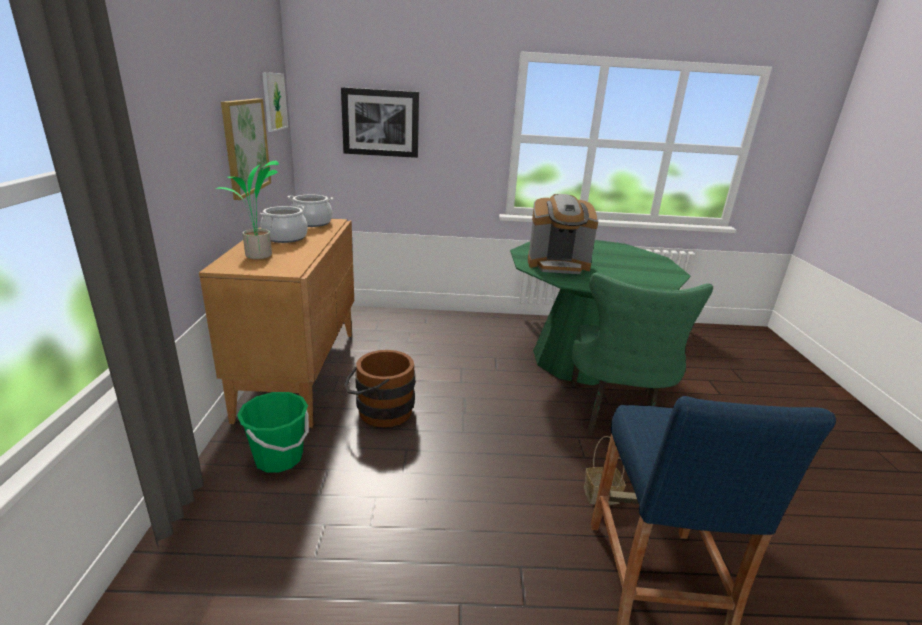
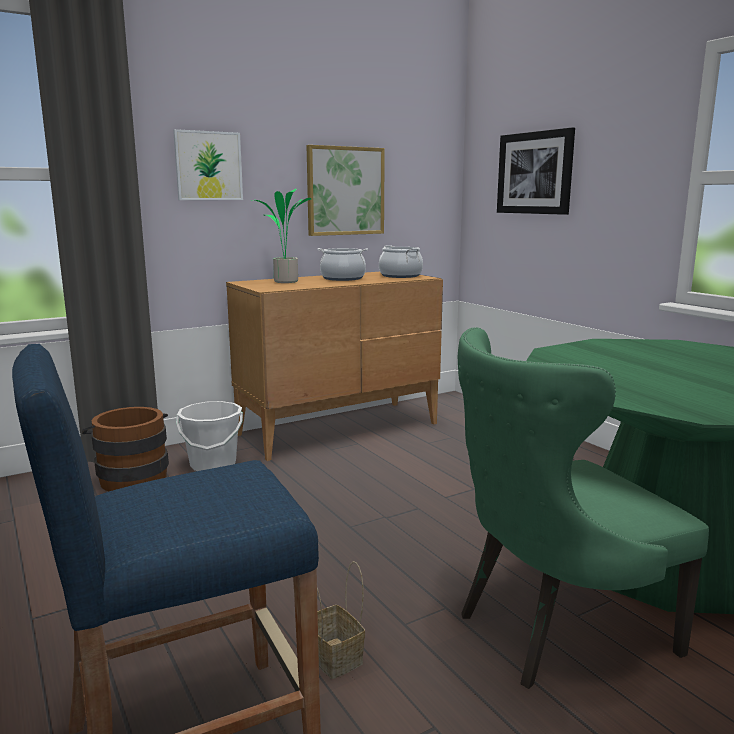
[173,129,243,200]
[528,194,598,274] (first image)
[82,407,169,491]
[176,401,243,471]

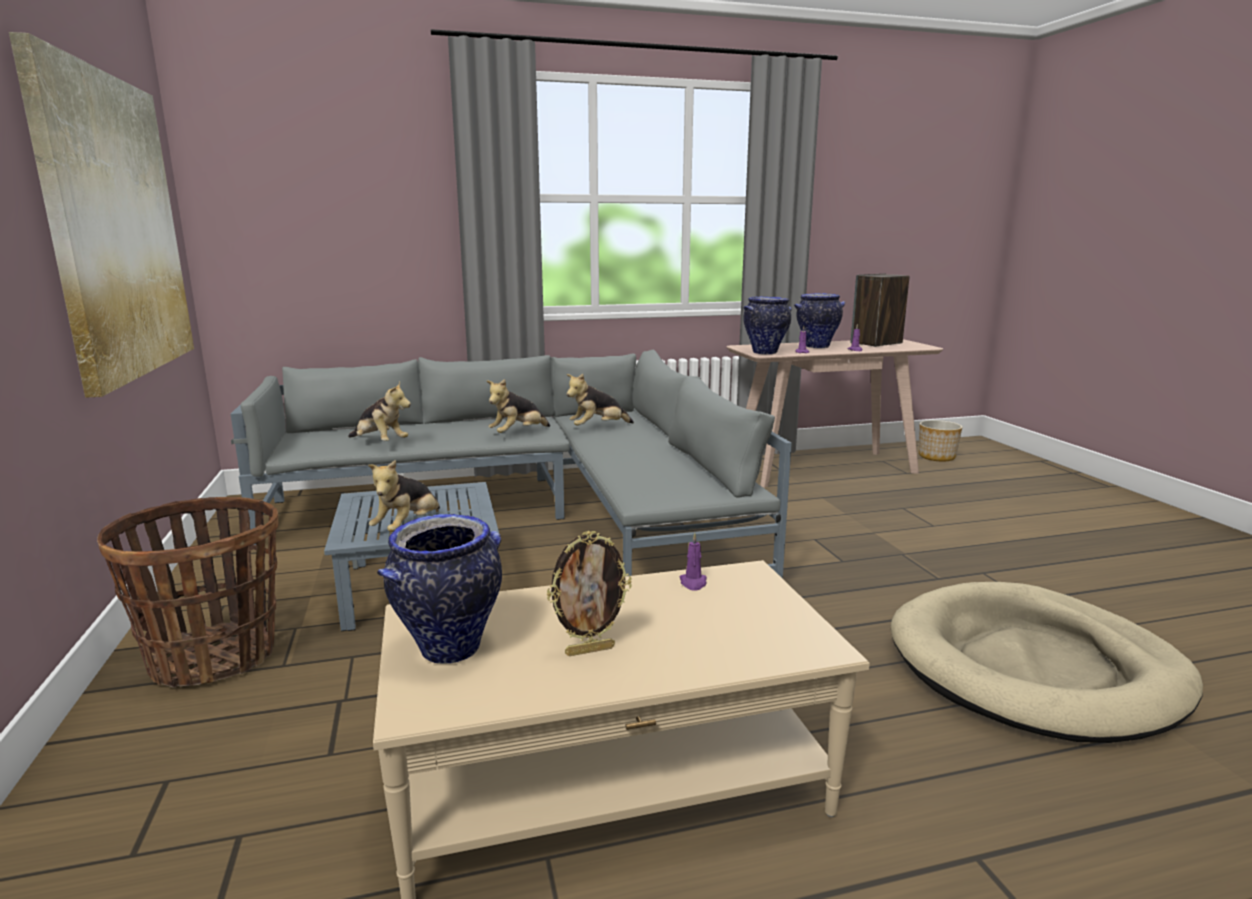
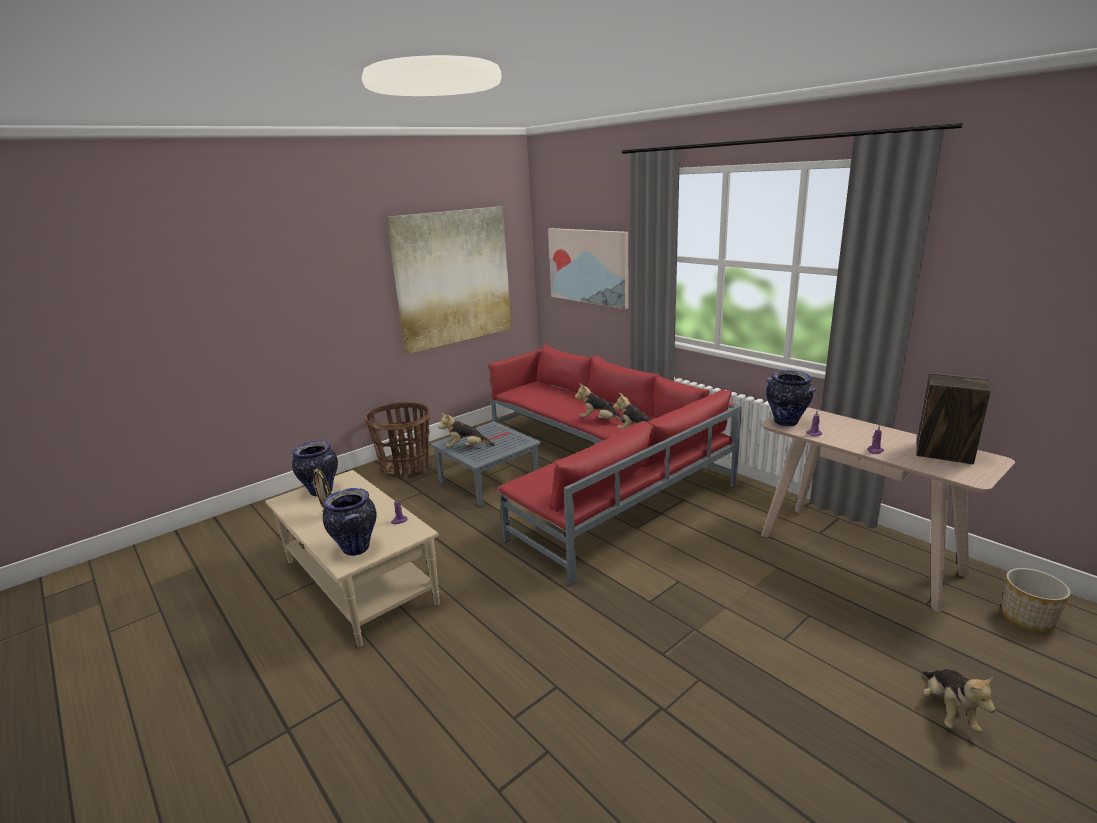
[323,488,377,556]
[431,345,742,586]
[922,669,995,733]
[891,582,1203,743] (first image)
[548,228,628,309]

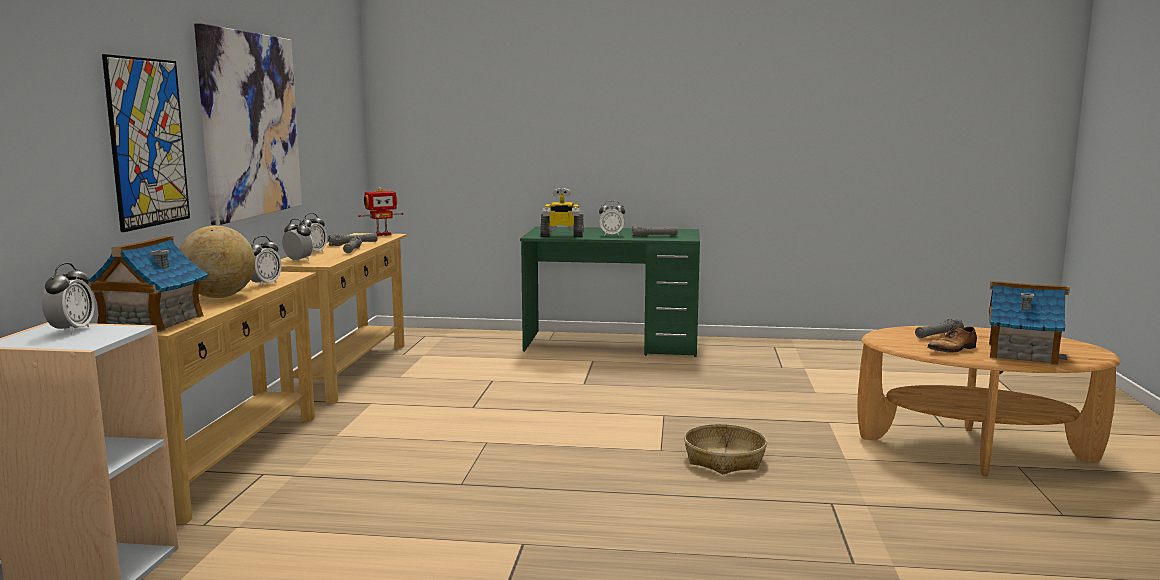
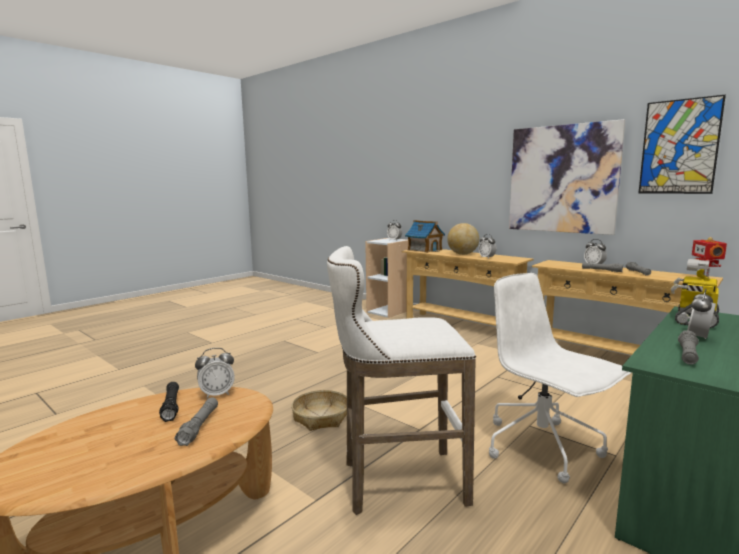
[639,95,726,194]
[195,348,235,399]
[989,281,1070,365] (first image)
[159,382,179,422]
[327,246,476,515]
[489,273,631,483]

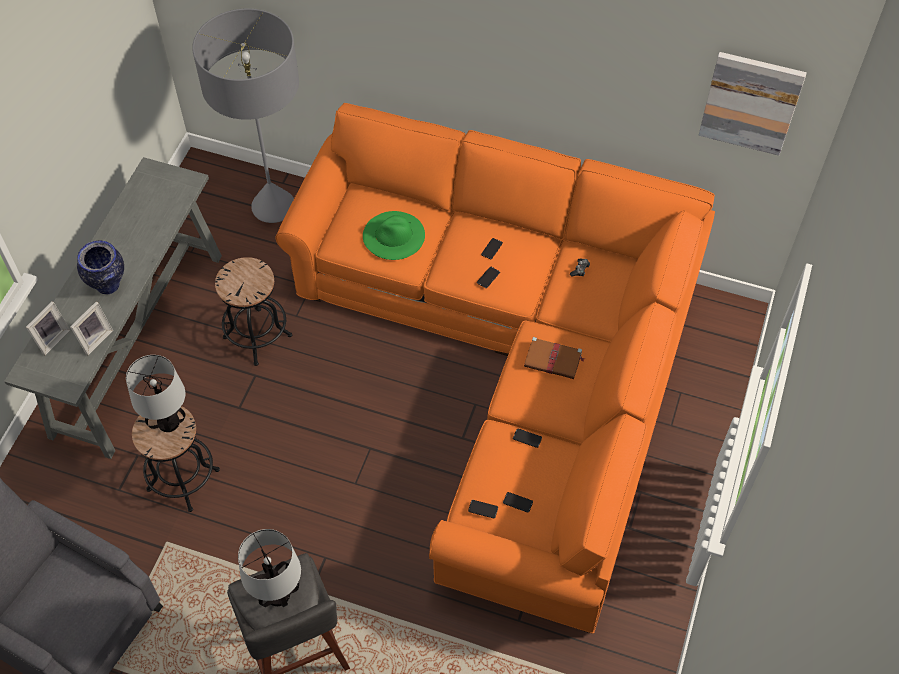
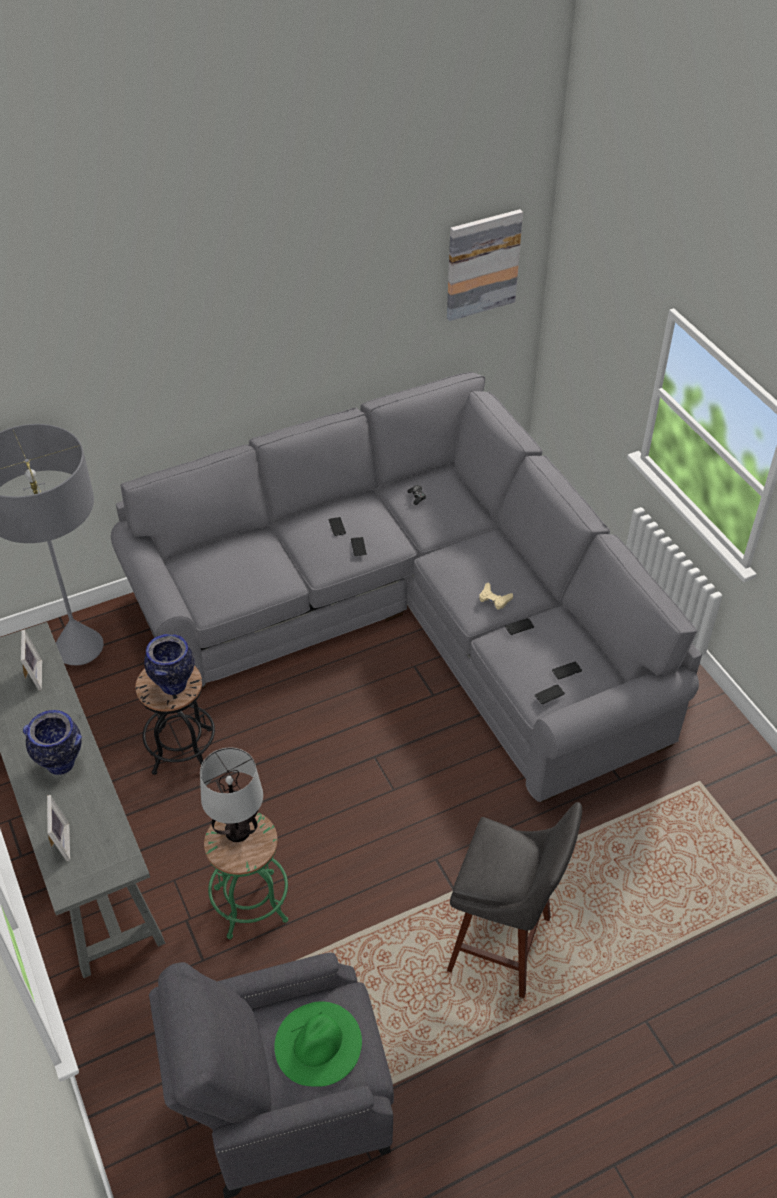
[111,372,702,803]
[274,1001,362,1087]
[21,630,42,690]
[524,337,585,379] (first image)
[204,813,288,939]
[238,529,301,607] (first image)
[479,582,513,610]
[144,634,195,695]

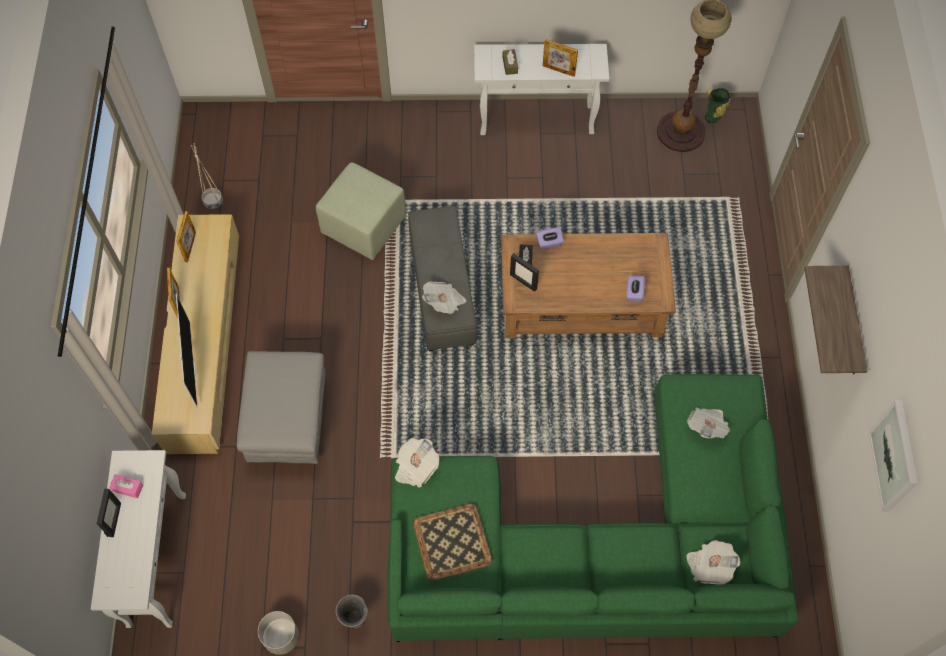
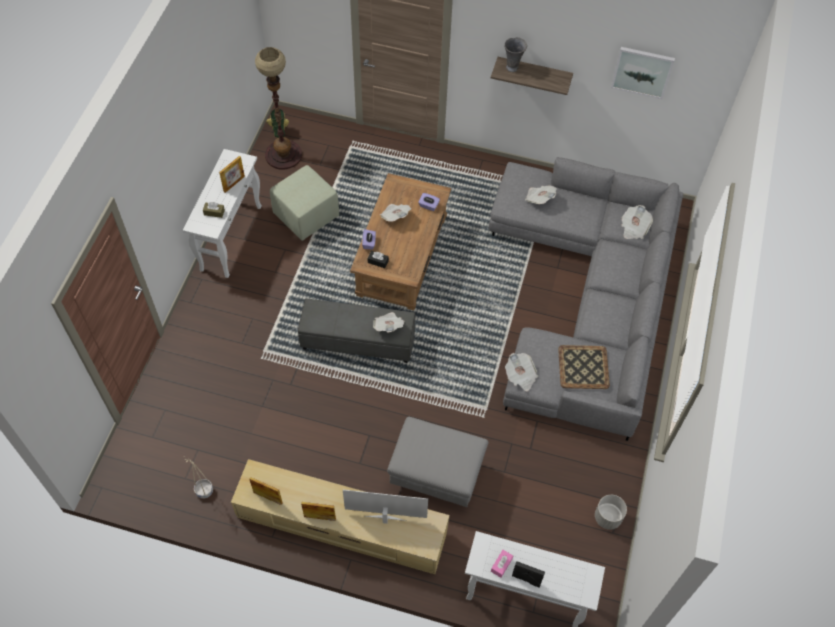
[270,165,339,241]
[510,253,539,292] (first image)
[489,157,683,441]
[504,37,527,72]
[380,204,411,222]

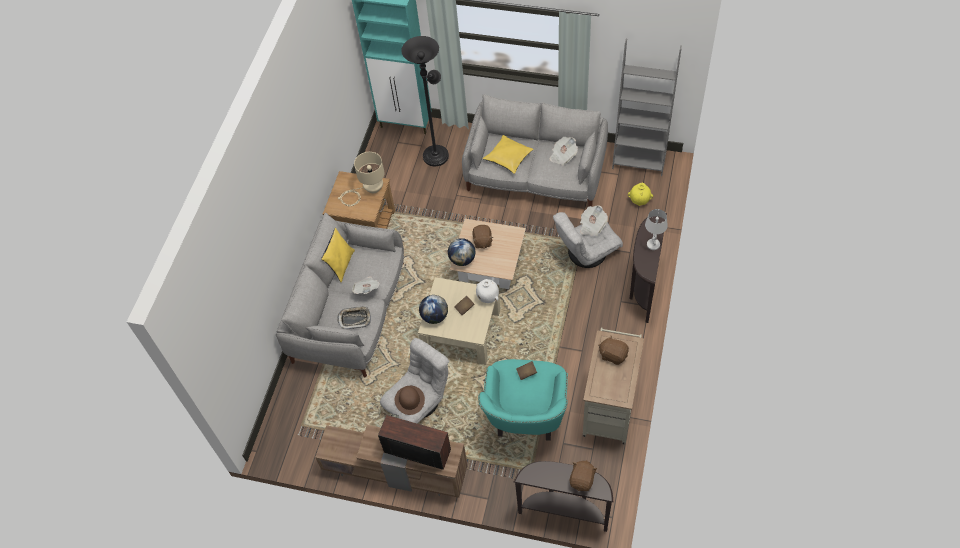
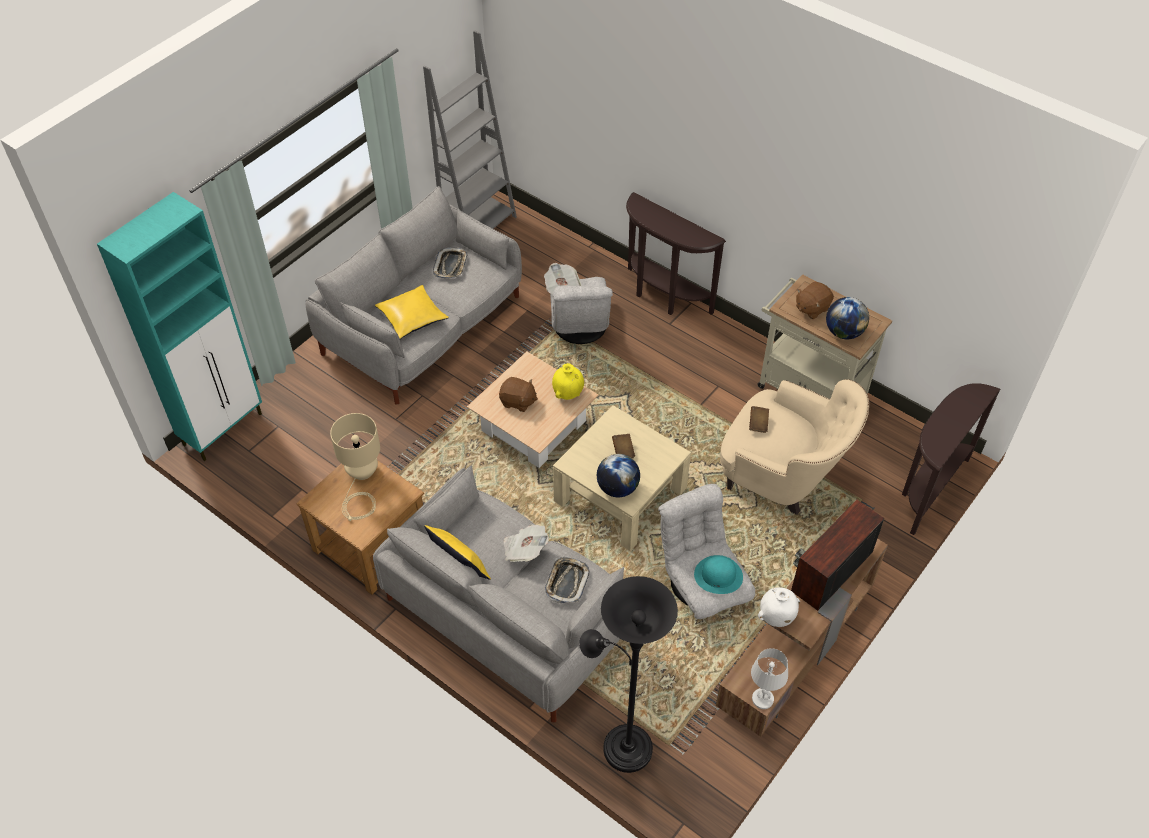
[579,576,678,773]
[433,247,468,279]
[552,363,584,400]
[751,648,788,709]
[826,297,869,339]
[758,587,800,627]
[720,379,869,515]
[694,555,743,594]
[570,460,597,491] (first image)

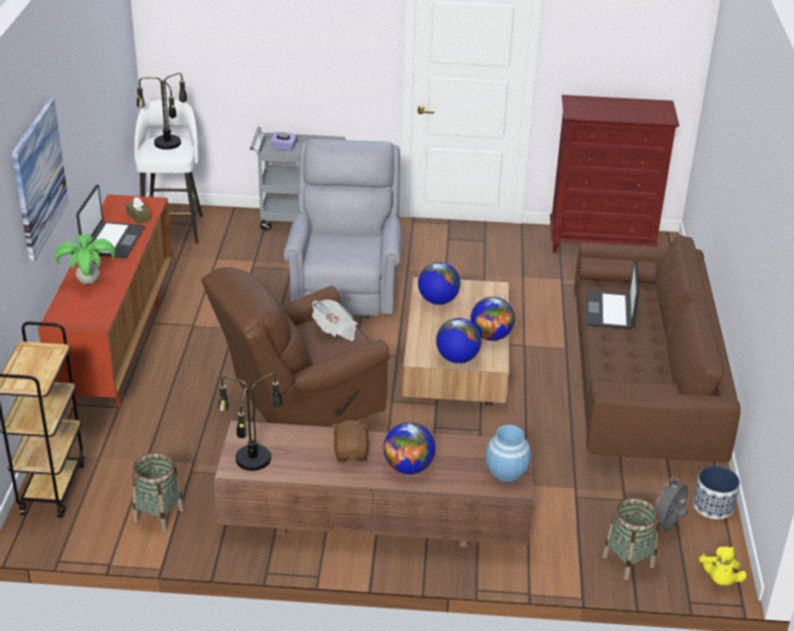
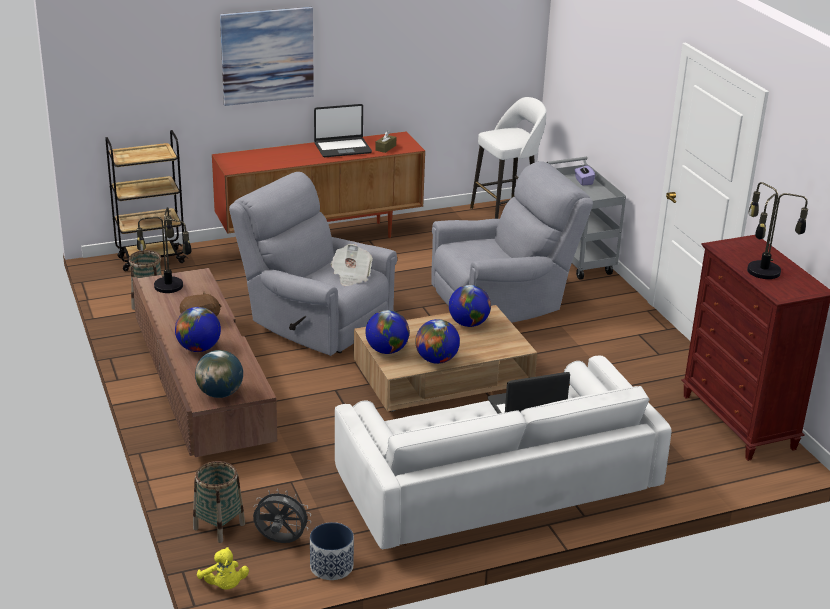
[747,182,808,279]
[55,234,115,284] (first image)
[335,356,671,550]
[229,172,397,356]
[195,350,243,398]
[197,547,249,590]

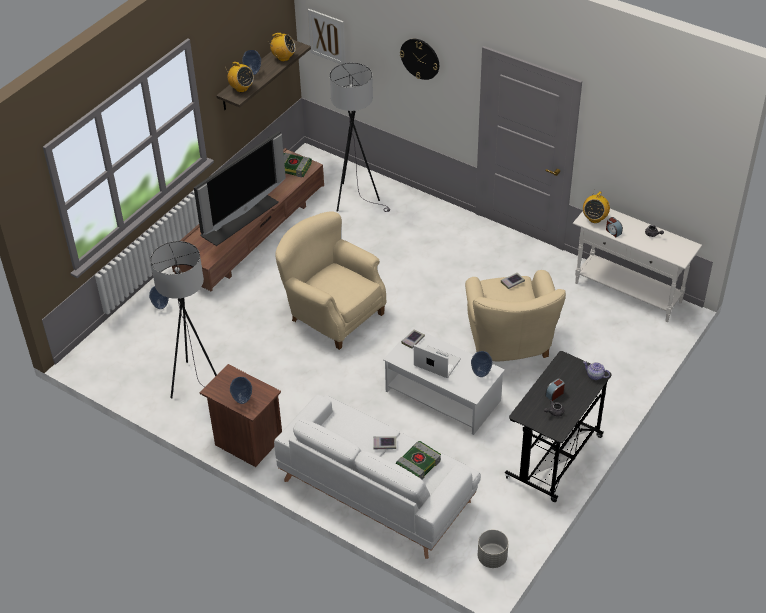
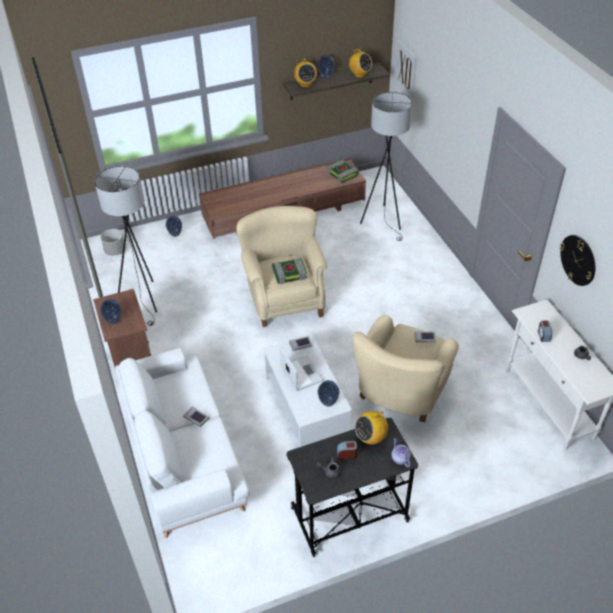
[560,235,595,286]
[194,131,286,246] (first image)
[355,408,388,445]
[272,258,307,284]
[101,229,124,256]

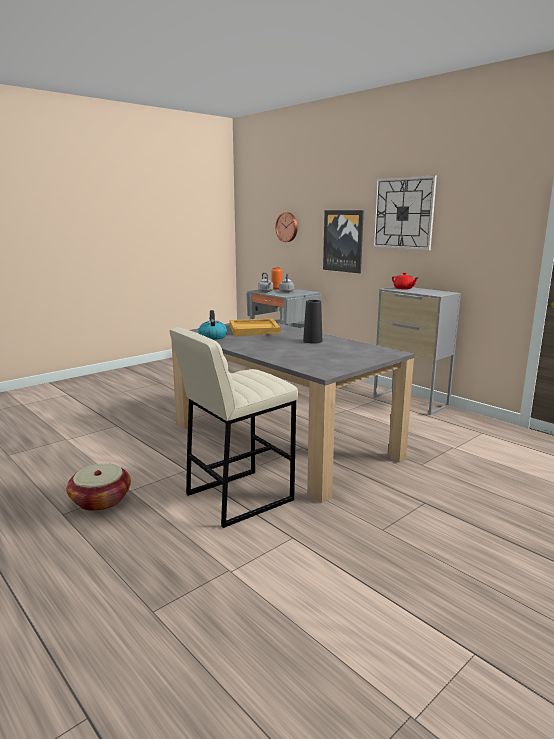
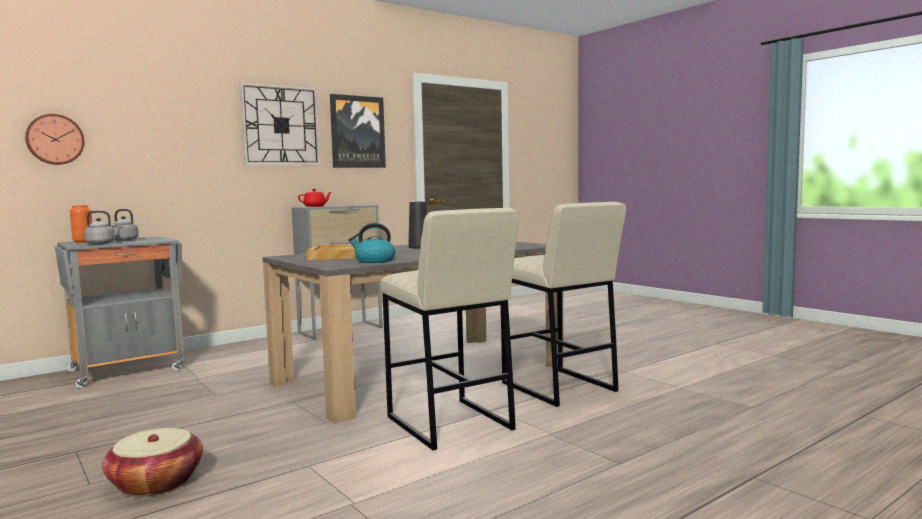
[330,94,386,168]
[102,428,203,497]
[380,208,519,451]

